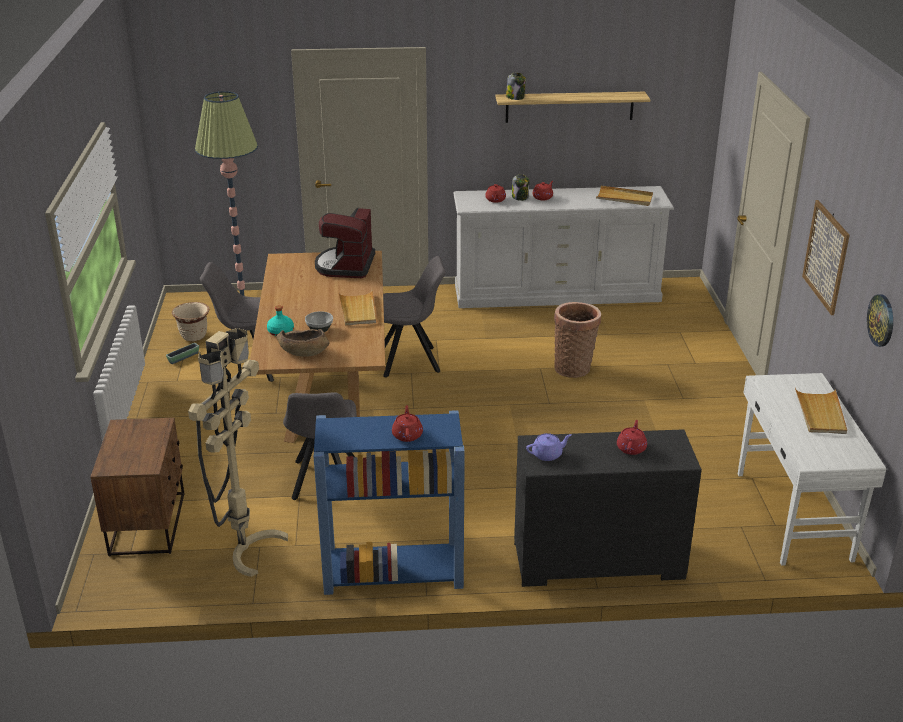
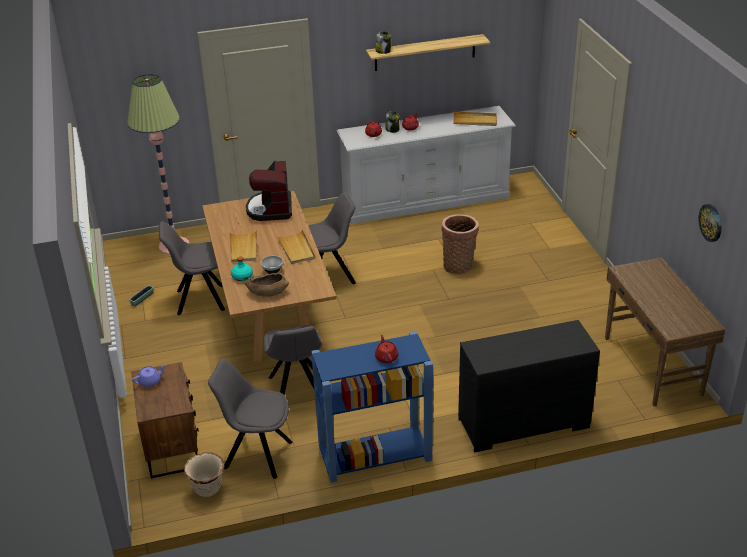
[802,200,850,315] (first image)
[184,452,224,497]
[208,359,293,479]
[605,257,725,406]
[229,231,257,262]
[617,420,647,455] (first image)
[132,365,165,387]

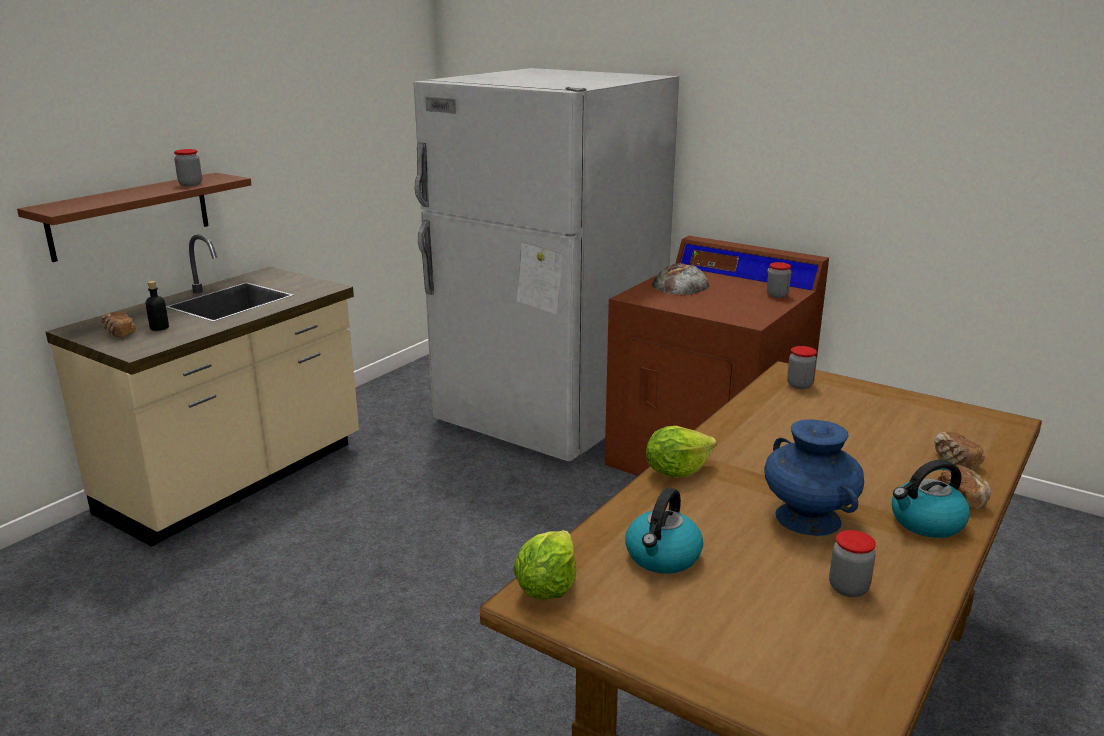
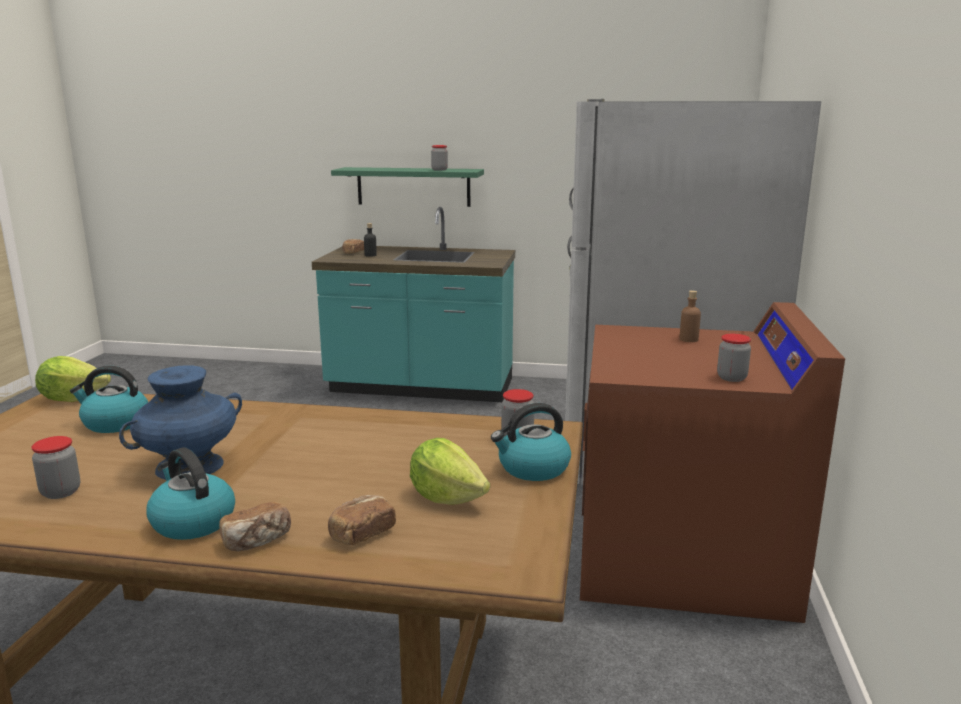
[331,167,484,207]
[312,207,515,402]
[679,290,701,342]
[410,438,490,505]
[491,403,571,481]

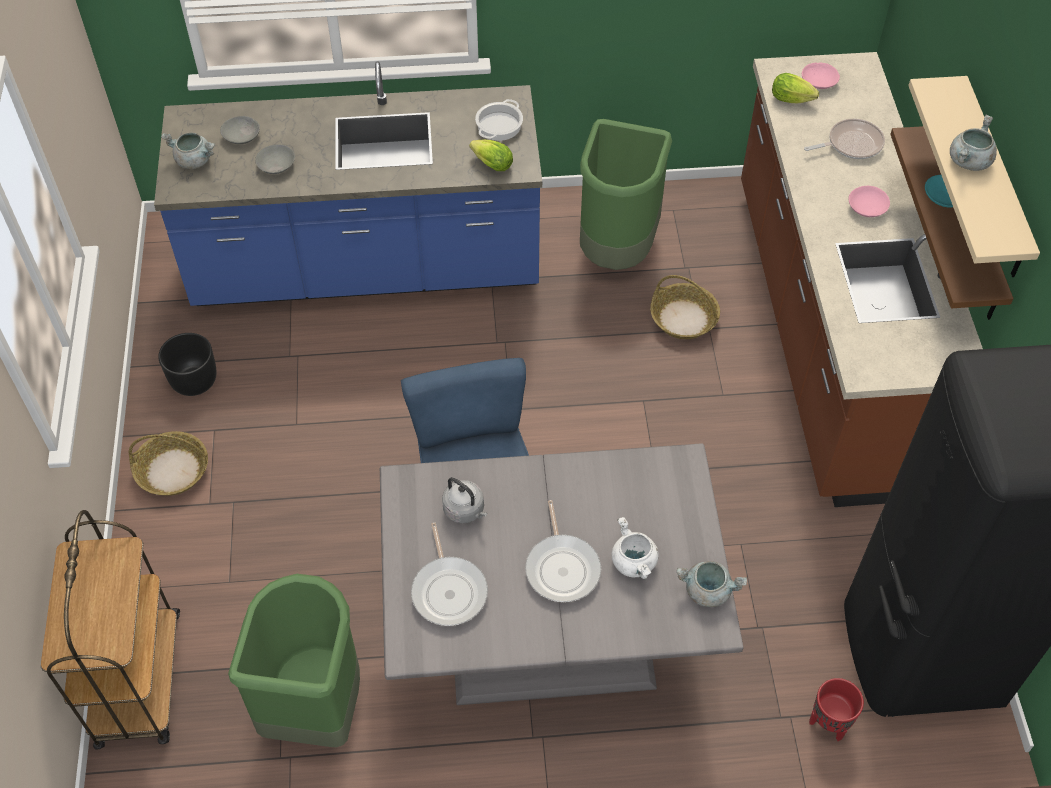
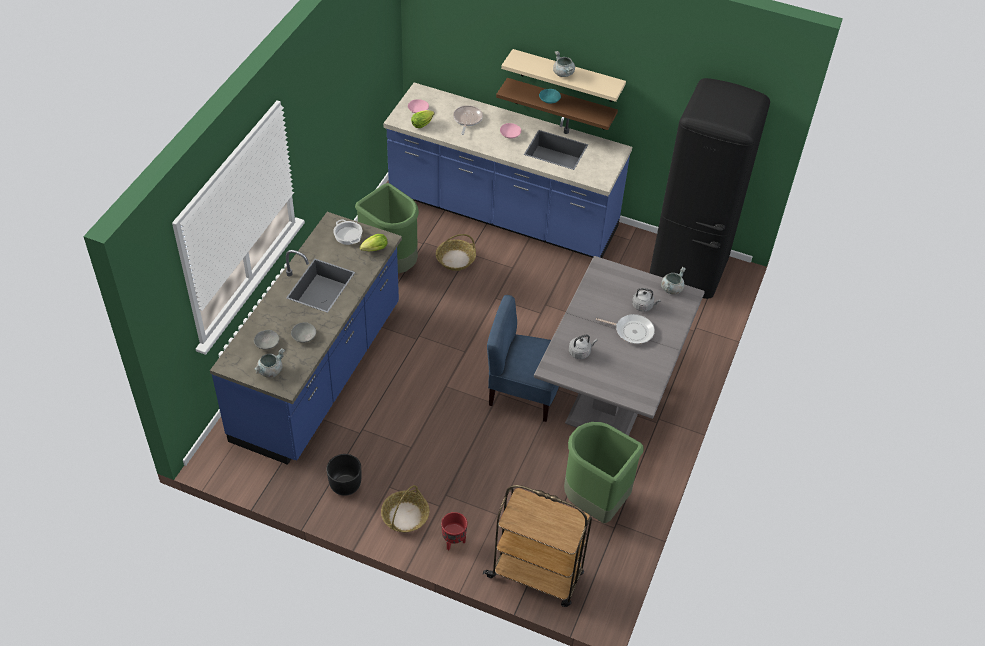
[383,83,632,258]
[632,288,661,312]
[411,522,488,626] (first image)
[441,512,467,550]

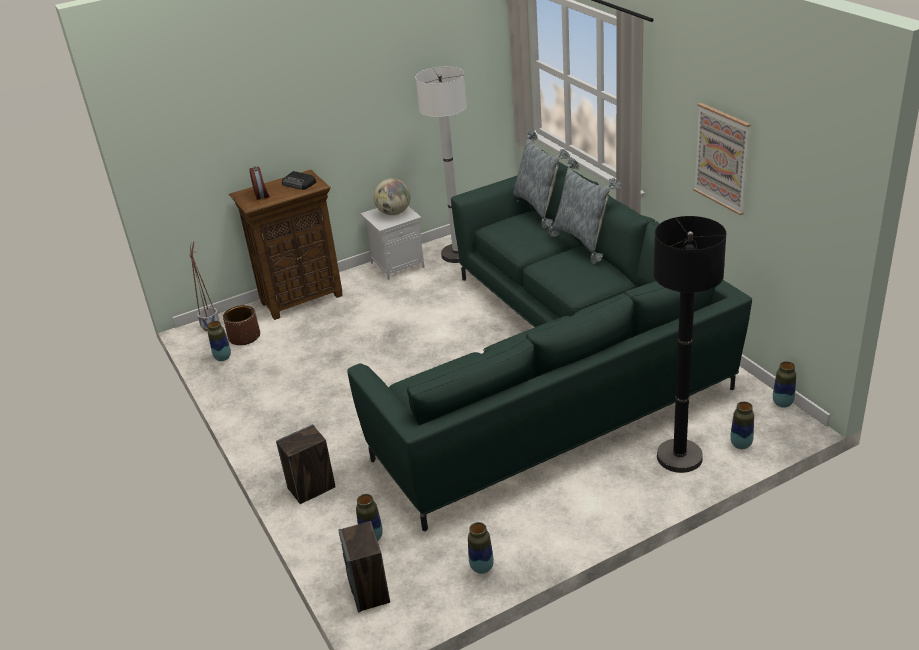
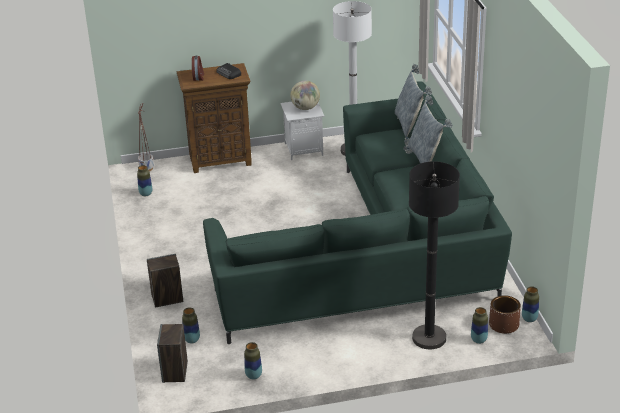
[693,103,751,215] (first image)
[489,295,521,334]

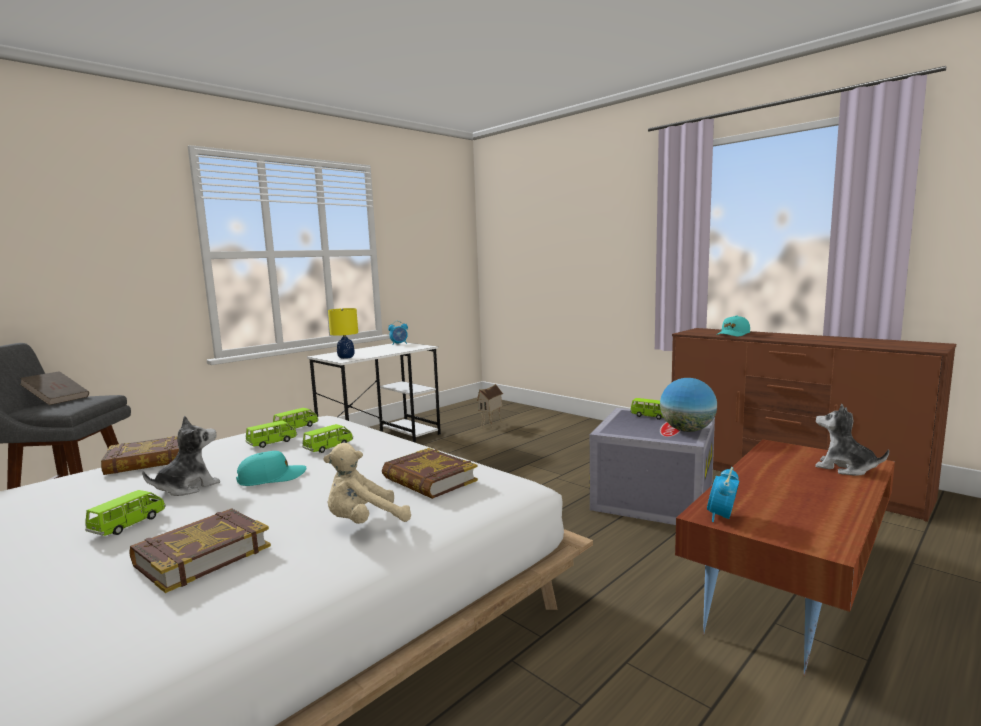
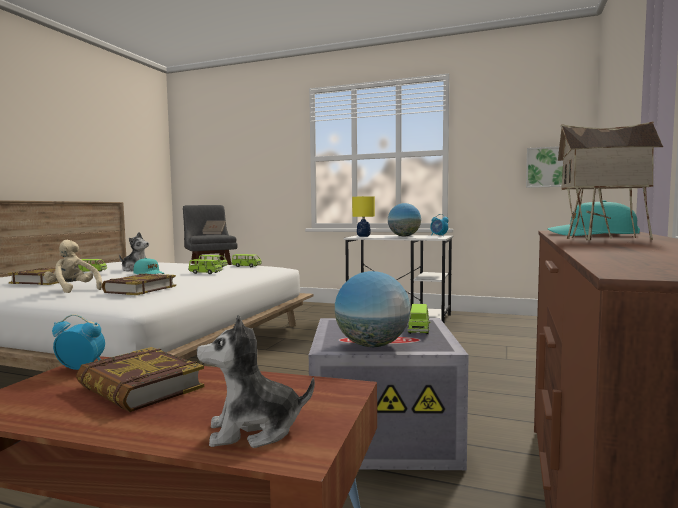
[558,122,663,240]
[197,315,315,448]
[76,347,204,412]
[526,146,563,188]
[388,203,421,237]

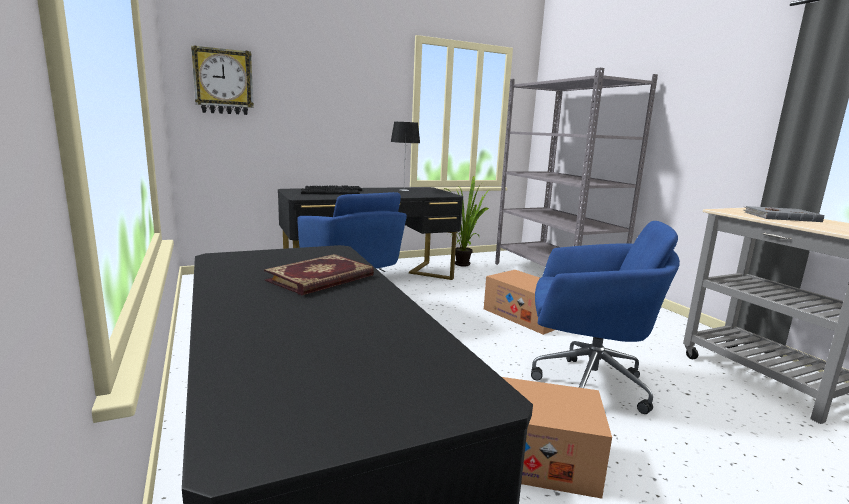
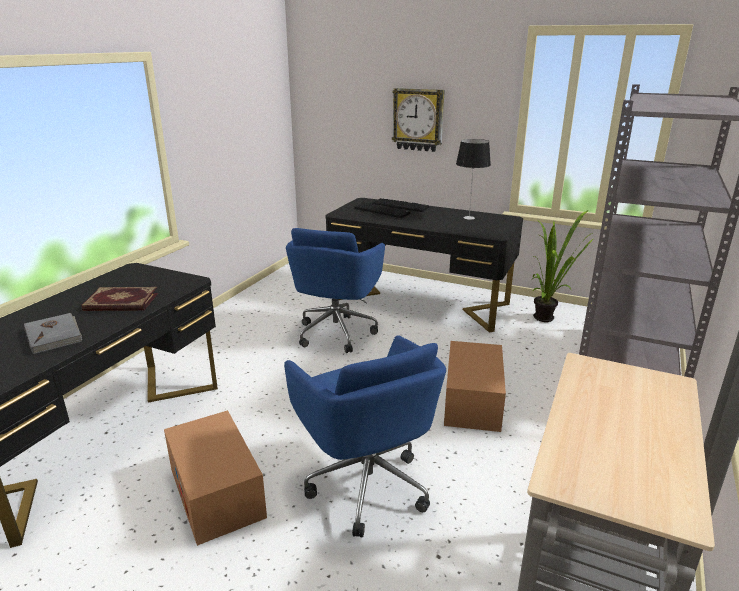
[392,88,445,152]
[24,313,82,354]

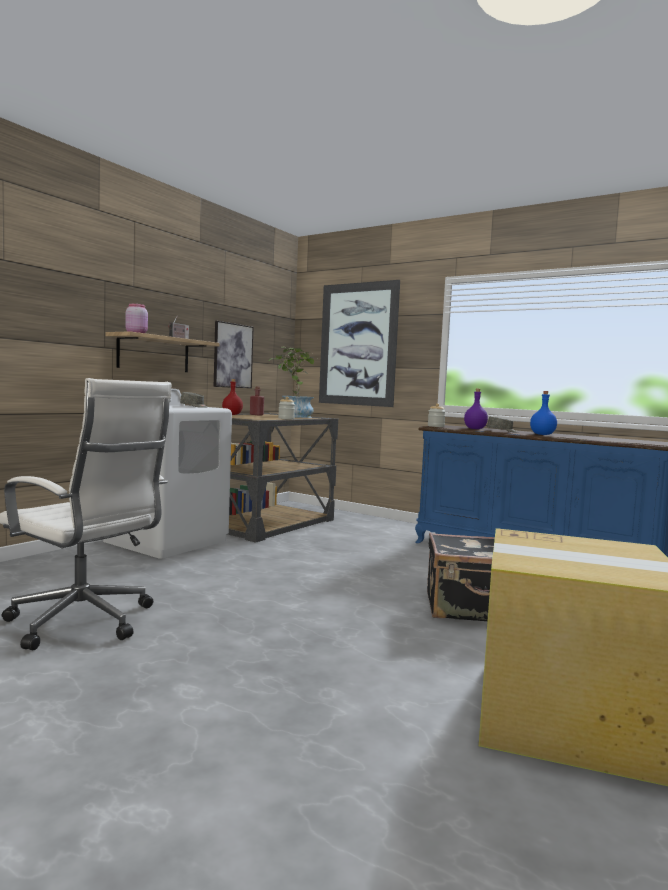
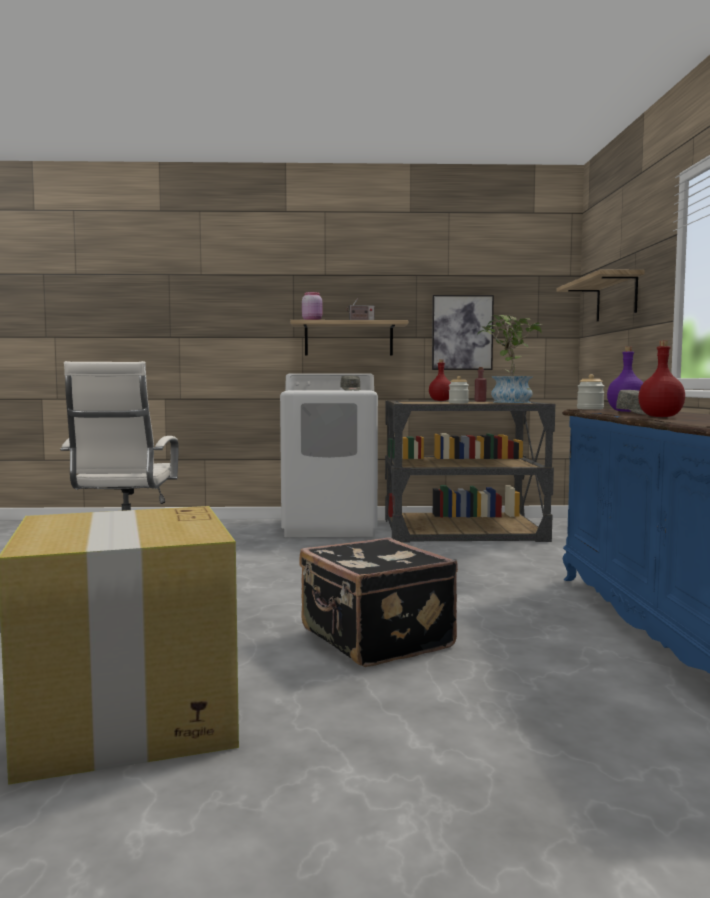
[557,270,645,322]
[638,341,685,417]

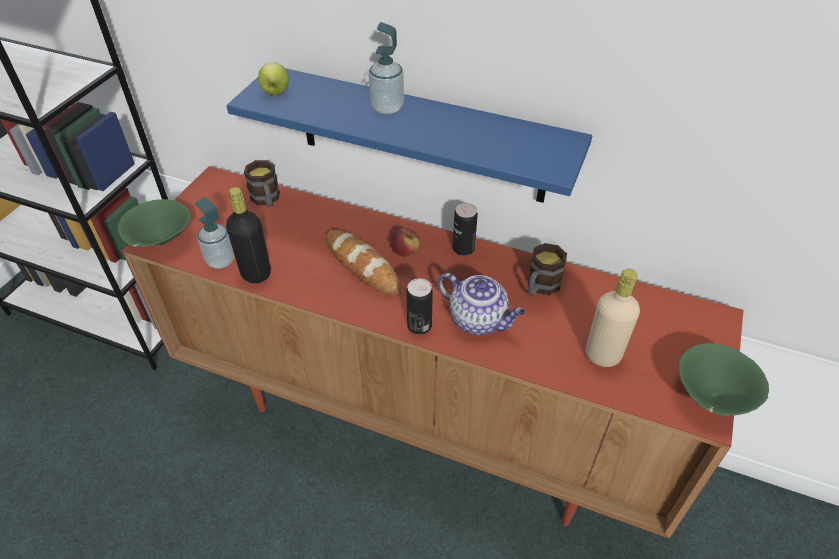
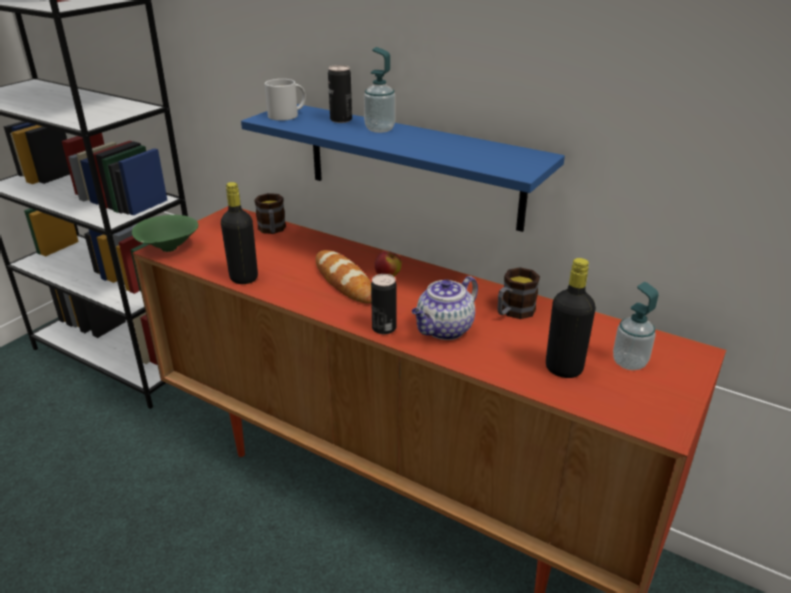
[265,79,306,121]
[613,282,659,370]
[328,65,352,123]
[546,258,596,378]
[412,276,478,340]
[679,343,769,416] (first image)

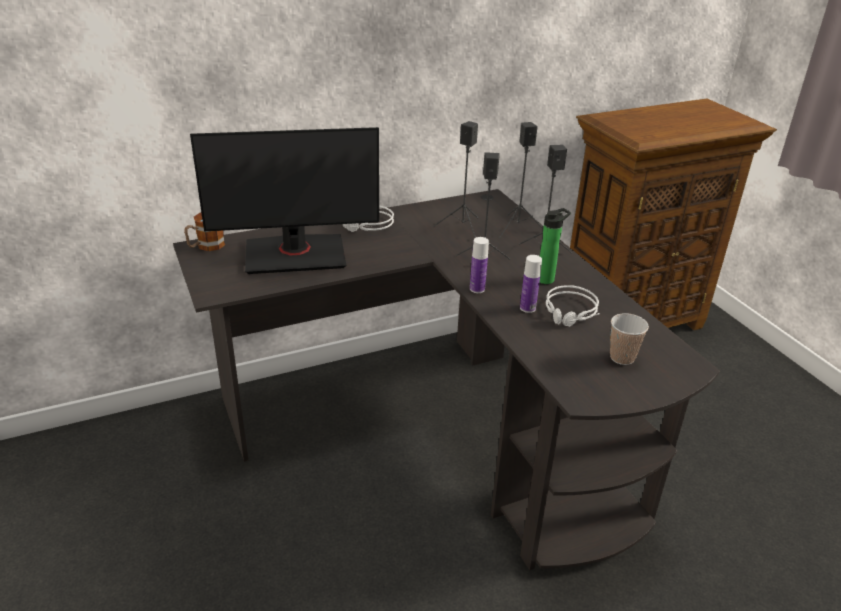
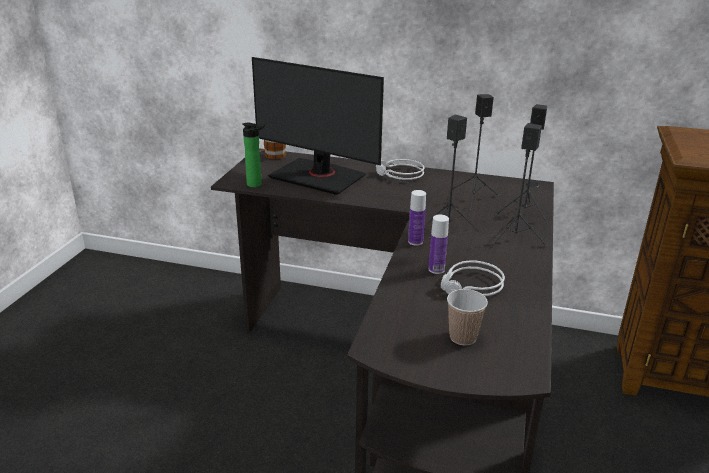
[242,123,265,187]

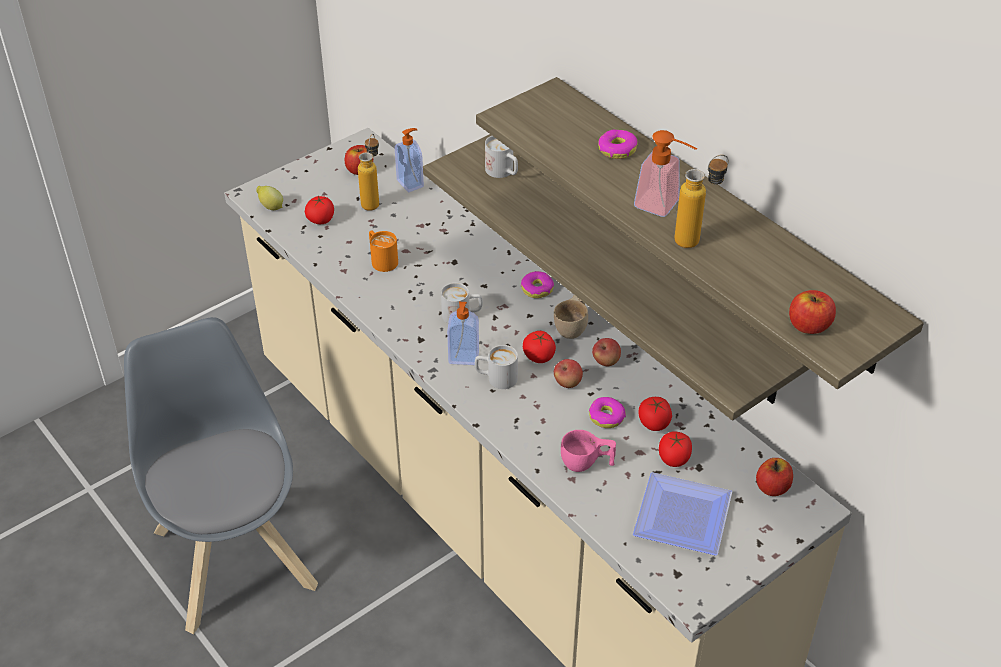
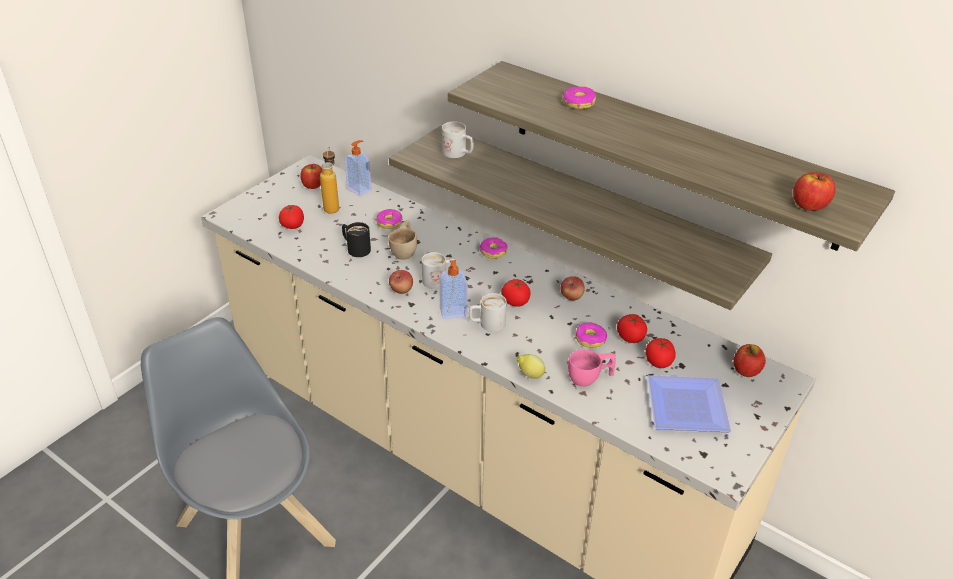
[634,130,697,217] (first image)
[675,154,729,248] (first image)
[517,354,545,379]
[342,222,371,257]
[388,220,417,260]
[389,270,413,294]
[376,209,402,229]

